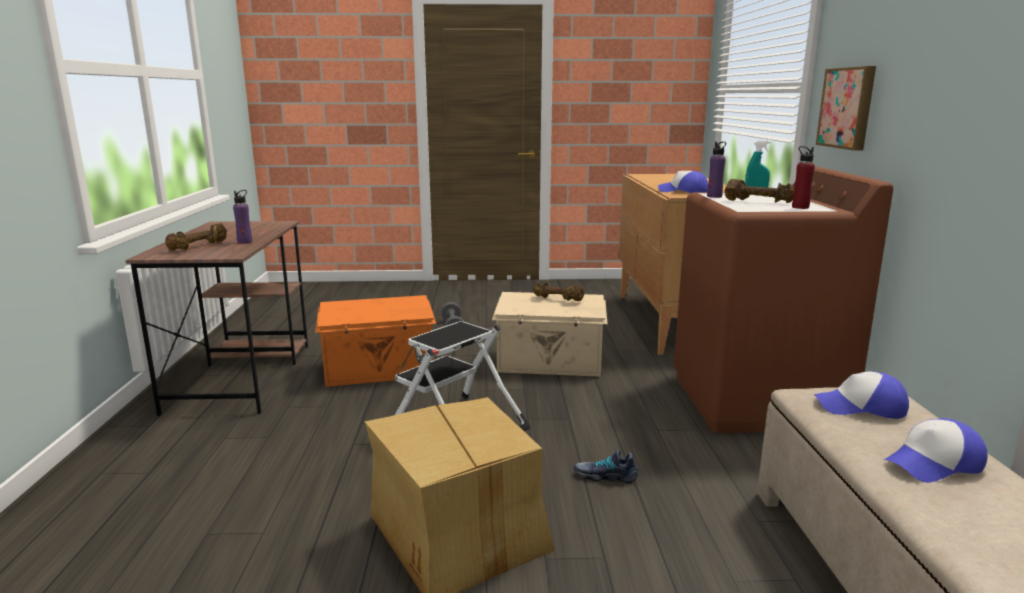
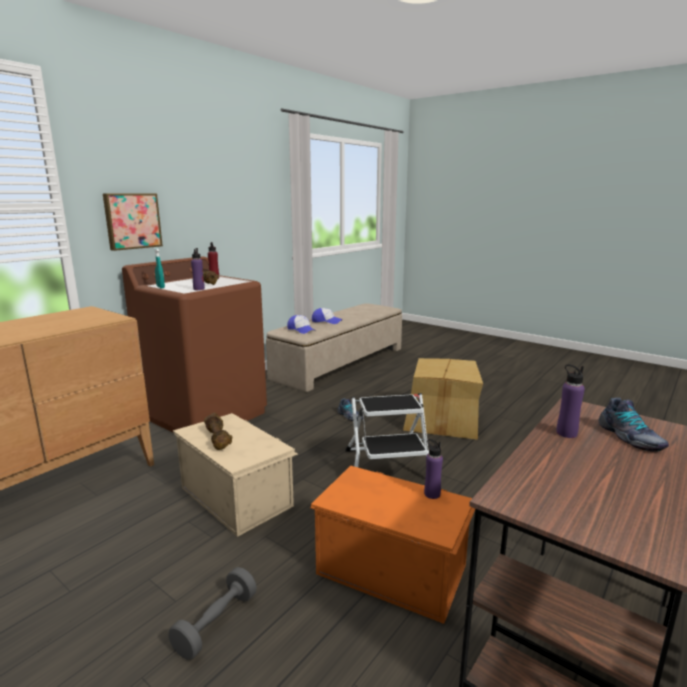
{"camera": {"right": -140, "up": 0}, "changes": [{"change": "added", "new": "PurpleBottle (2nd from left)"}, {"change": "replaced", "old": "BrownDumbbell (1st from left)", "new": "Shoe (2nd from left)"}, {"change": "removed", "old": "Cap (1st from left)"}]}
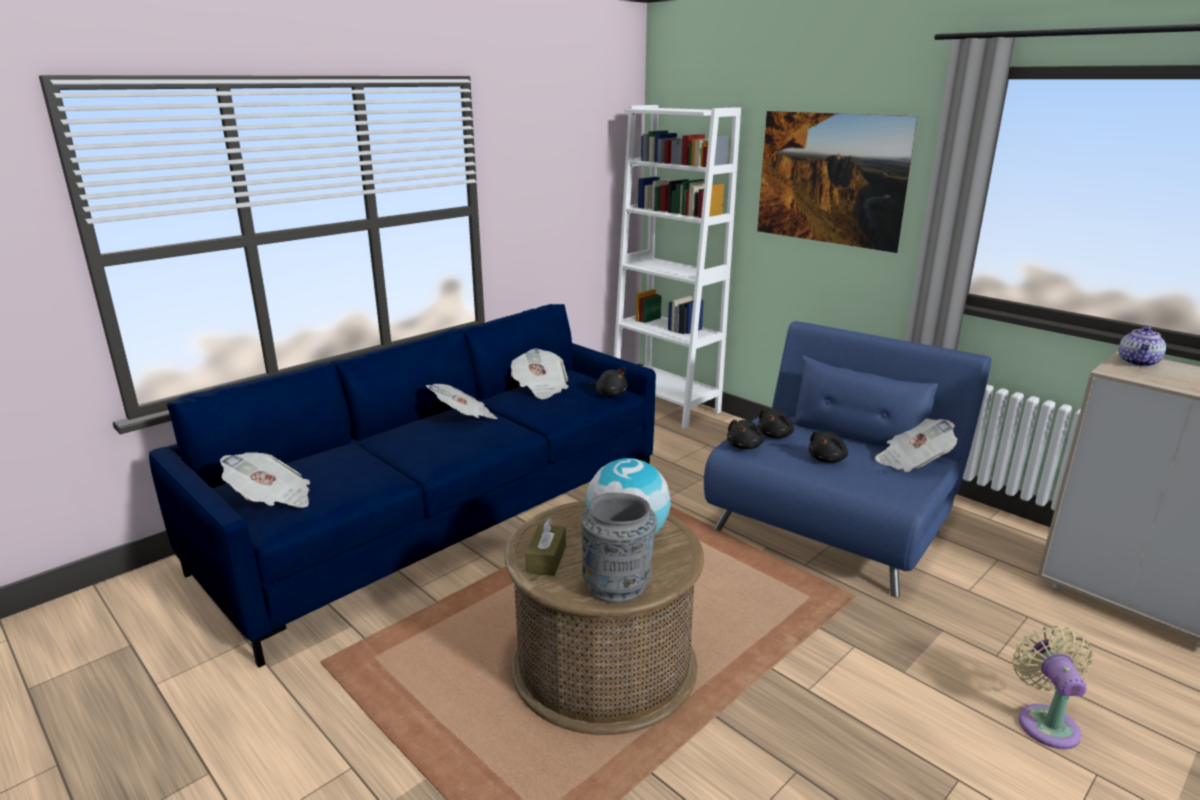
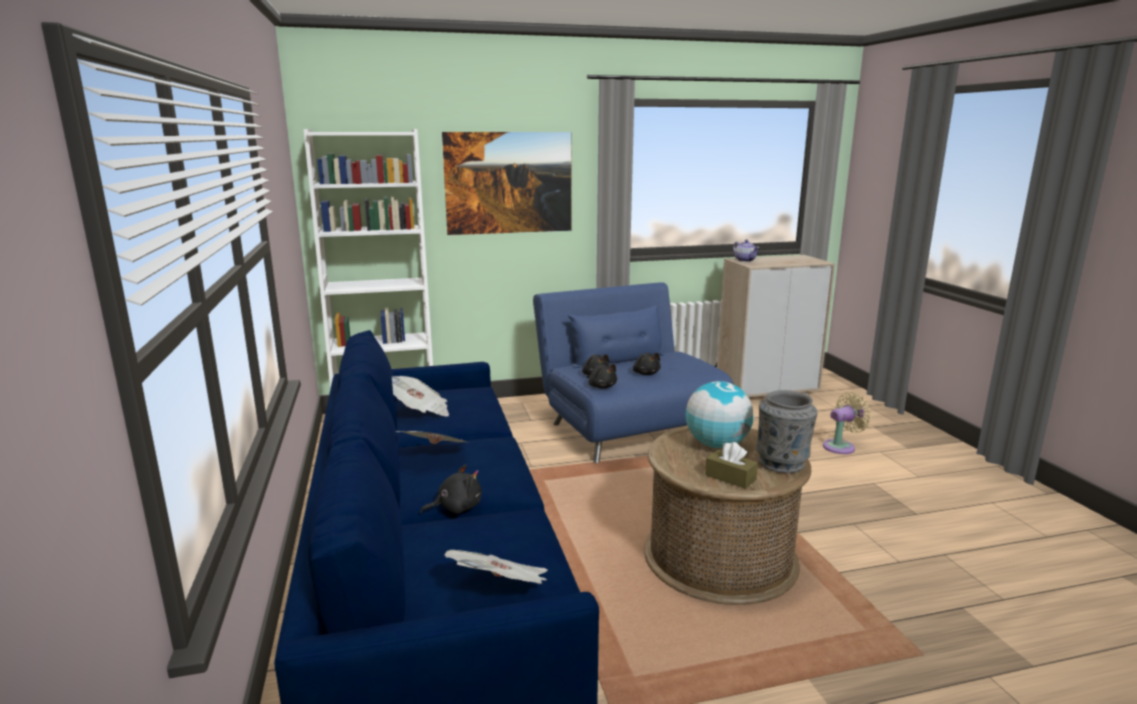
{"camera": {"right": -60, "up": -5}, "changes": [{"change": "moved", "old": "BlackPlushToy (1st from left)"}, {"change": "turned", "old": "BeigeFan", "degrees": 120}, {"change": "removed", "old": "Newspaper (4th from left)"}]}
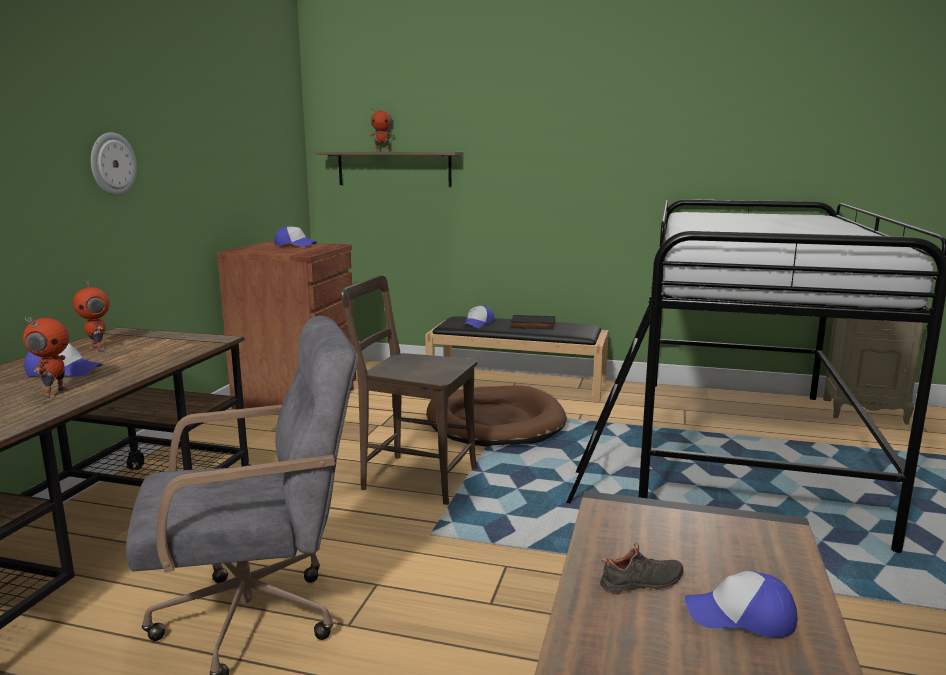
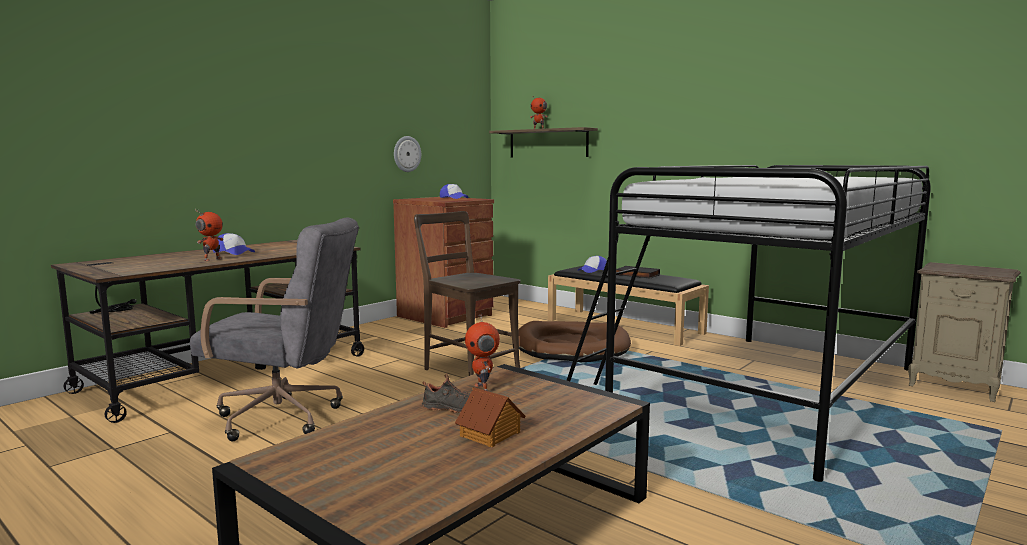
{"camera": {"right": 25, "up": -5}, "changes": [{"change": "moved", "old": "WallClock"}, {"change": "replaced", "old": "Cap (4th from left)", "new": "ToyHouse"}, {"change": "moved", "old": "ToyRobot (2nd from left)"}]}
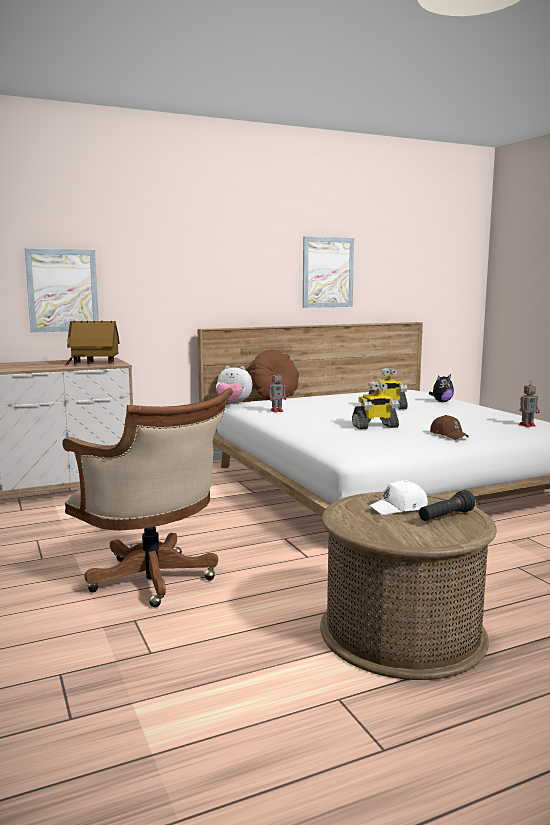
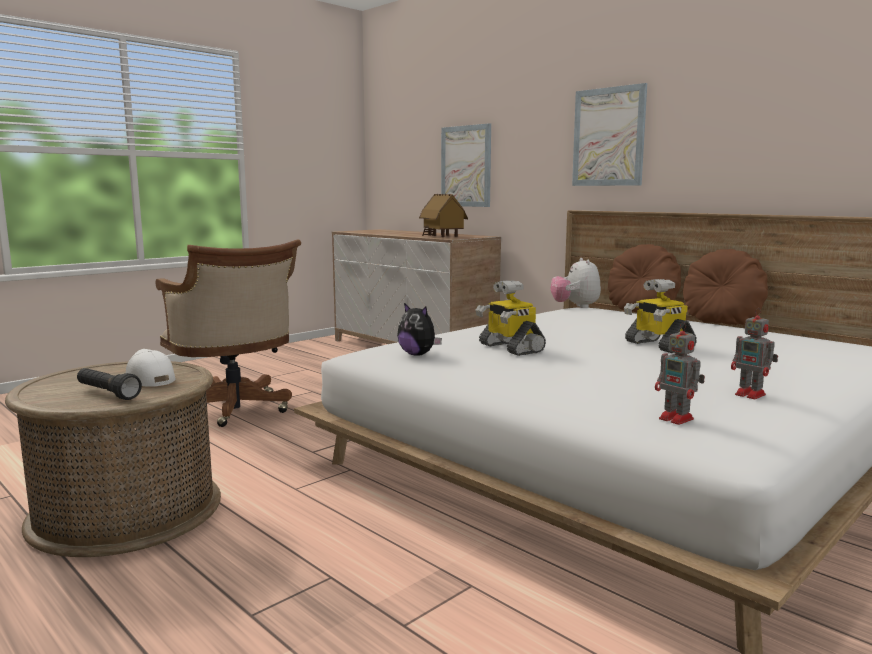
{"camera": {"right": 70, "up": 0}, "changes": [{"change": "turned", "old": "OfficeChair", "degrees": -60}, {"change": "moved", "old": "PlushToy (2nd from left in the first image)", "new": "PlushToy (1st from left)"}, {"change": "moved", "old": "Picture (2nd from left)"}, {"change": "added", "new": "BrownPillow (2nd from left)"}, {"change": "moved", "old": "ToyRobot (1st from left in the first image)", "new": "ToyRobot (4th from left)"}, {"change": "removed", "old": "BrownCap"}]}
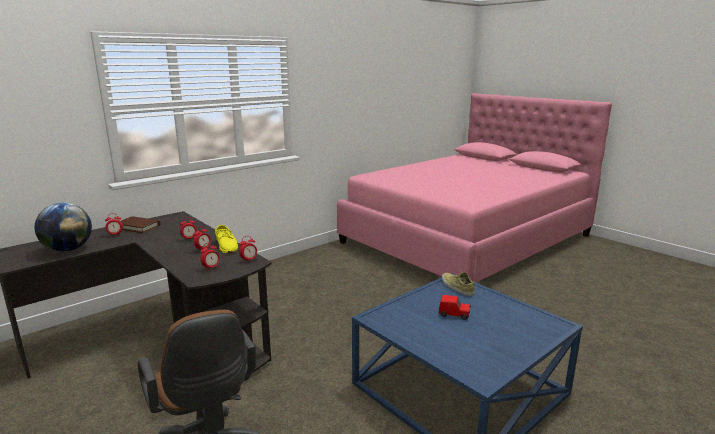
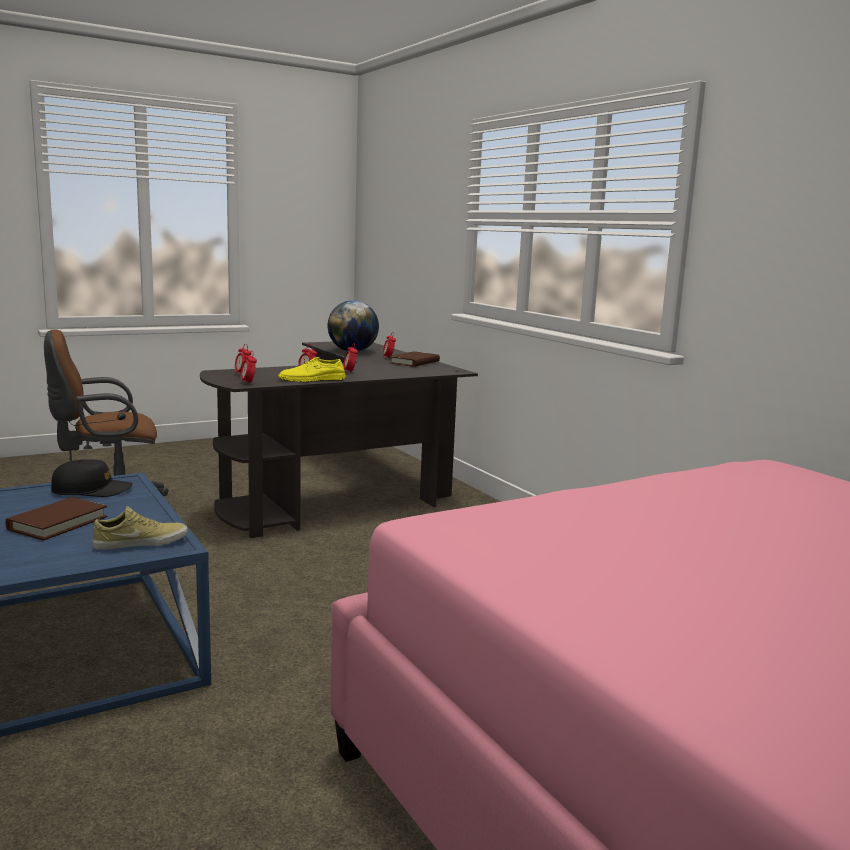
{"camera": {"right": 100, "up": -5}, "changes": [{"change": "replaced", "old": "RedToyCar", "new": "BrownBook (1st from left)"}, {"change": "added", "new": "BlackCap"}]}
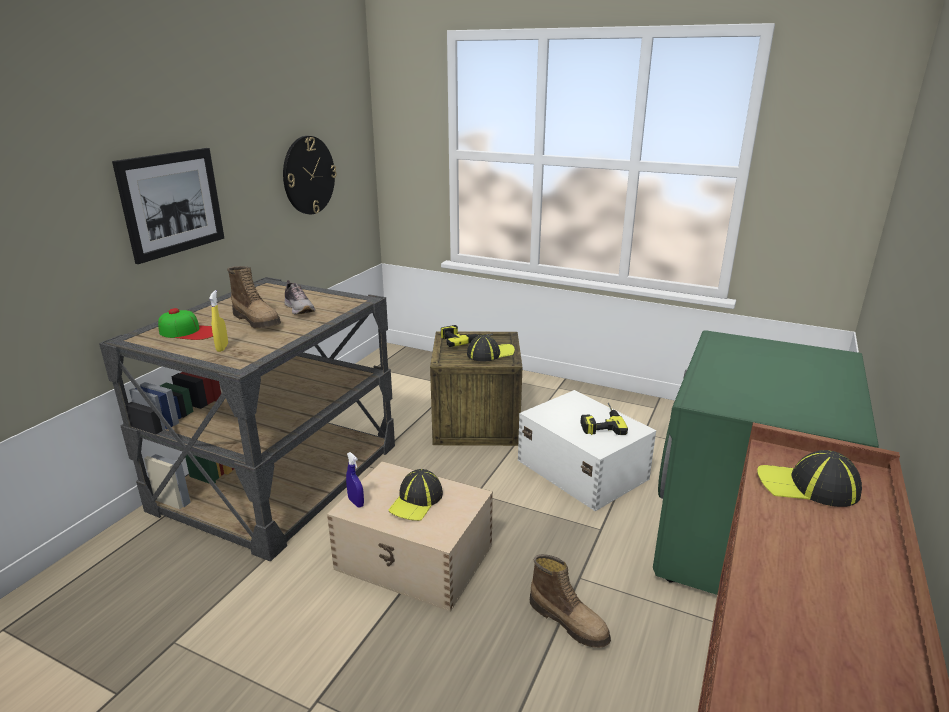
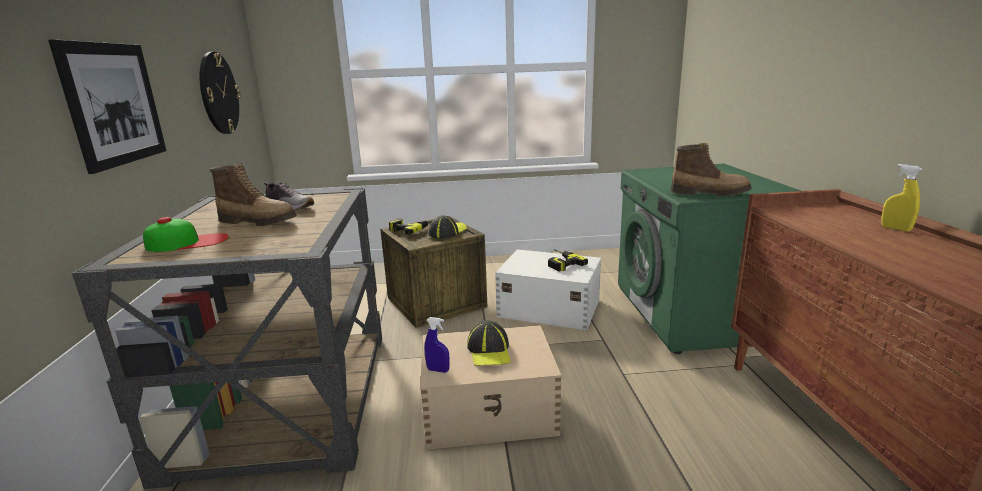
{"camera": {"right": -30, "up": -5}, "changes": [{"change": "moved", "old": "Boot (2nd from left)"}, {"change": "moved", "old": "YellowSprayBottle"}, {"change": "removed", "old": "Cap (4th from left)"}]}
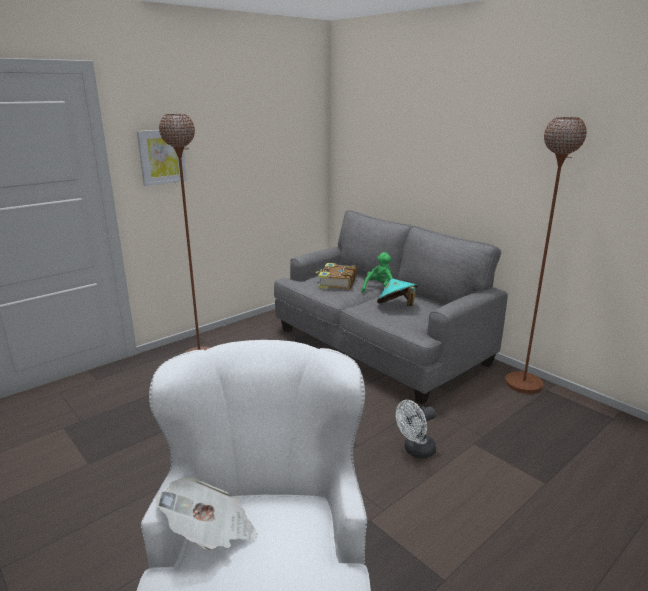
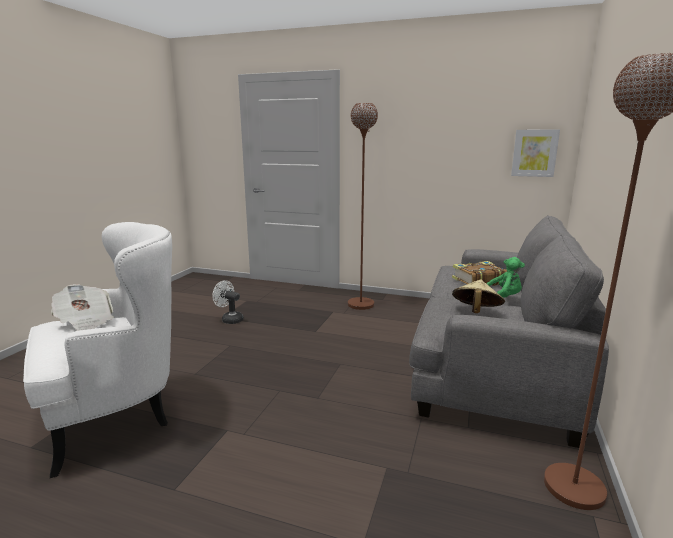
{"camera": {"right": 60, "up": -5}, "changes": [{"change": "moved", "old": "WhiteFan"}, {"change": "recoloured", "old": "TurquoiseHat", "new": "BeigeHat"}, {"change": "moved", "old": "Picture"}]}
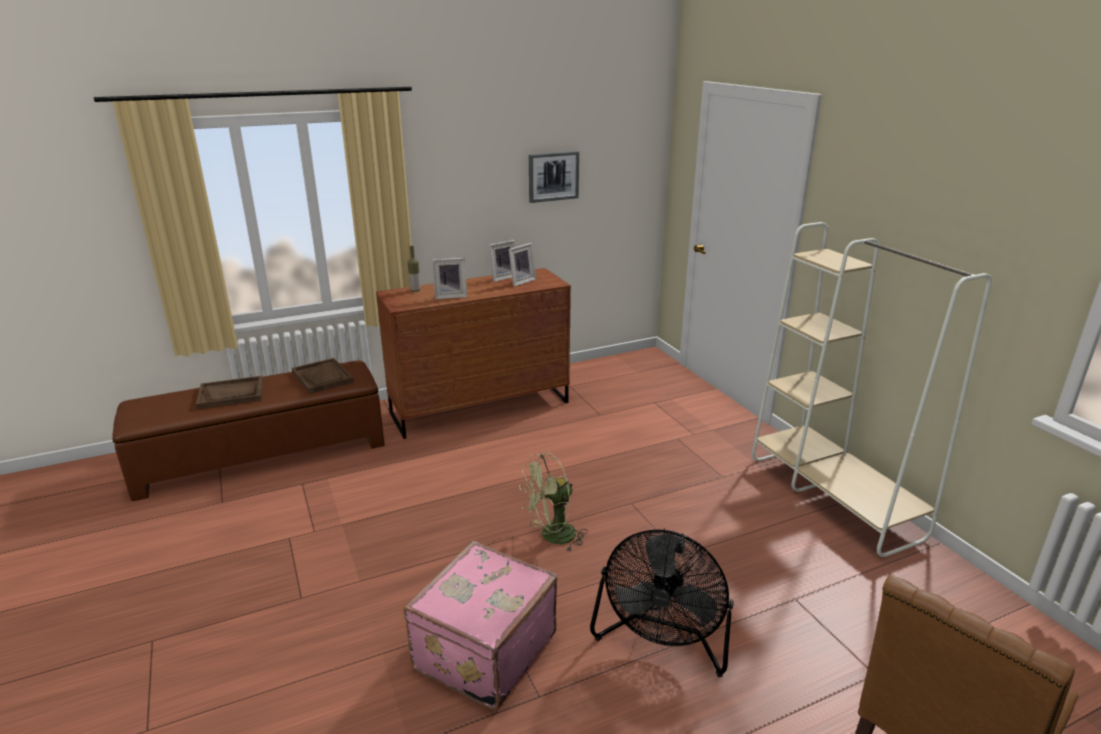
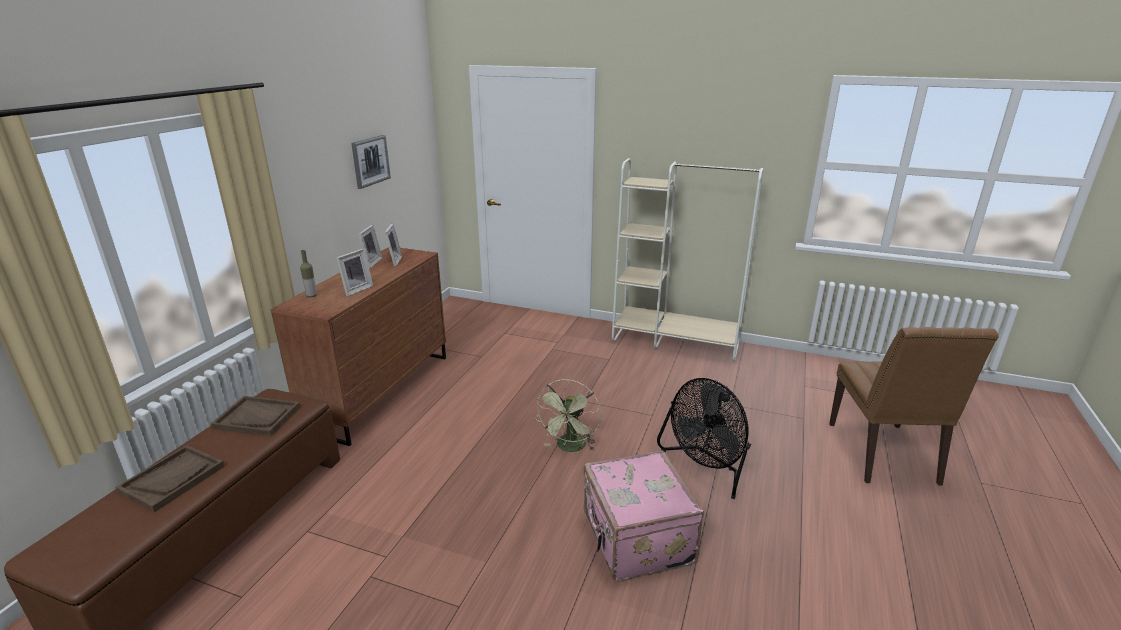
{"camera": {"right": -45, "up": 0}, "changes": [{"change": "turned", "old": "BlackFan", "degrees": 75}]}
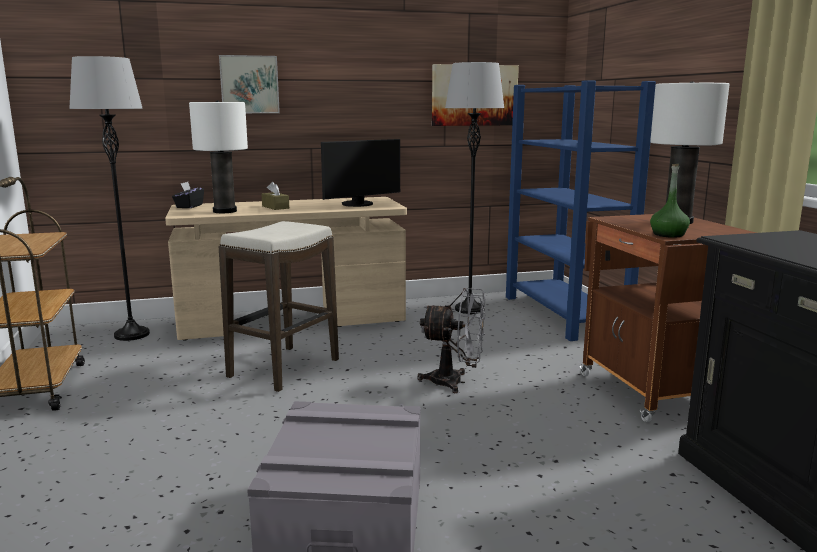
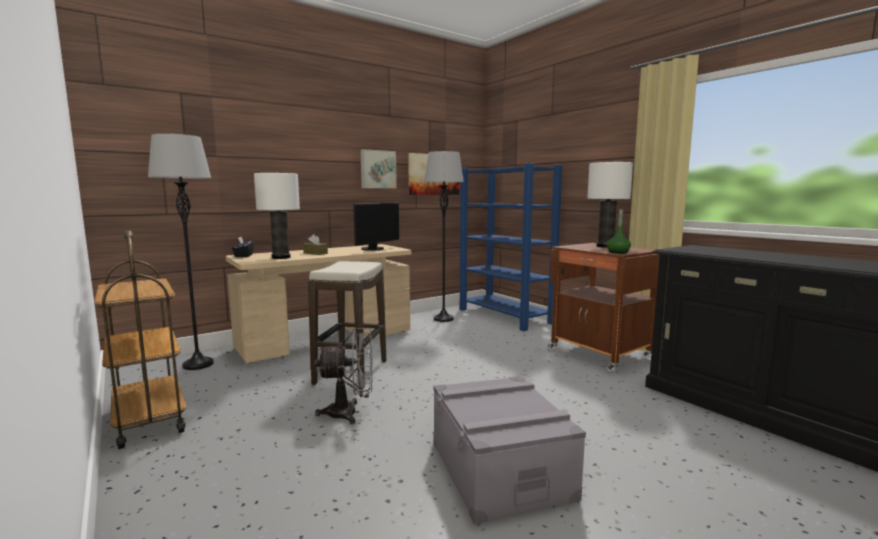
{"camera": {"right": -20, "up": -5}, "changes": [{"change": "moved", "old": "GreyFan"}, {"change": "moved", "old": "Picture (1st from left)"}]}
